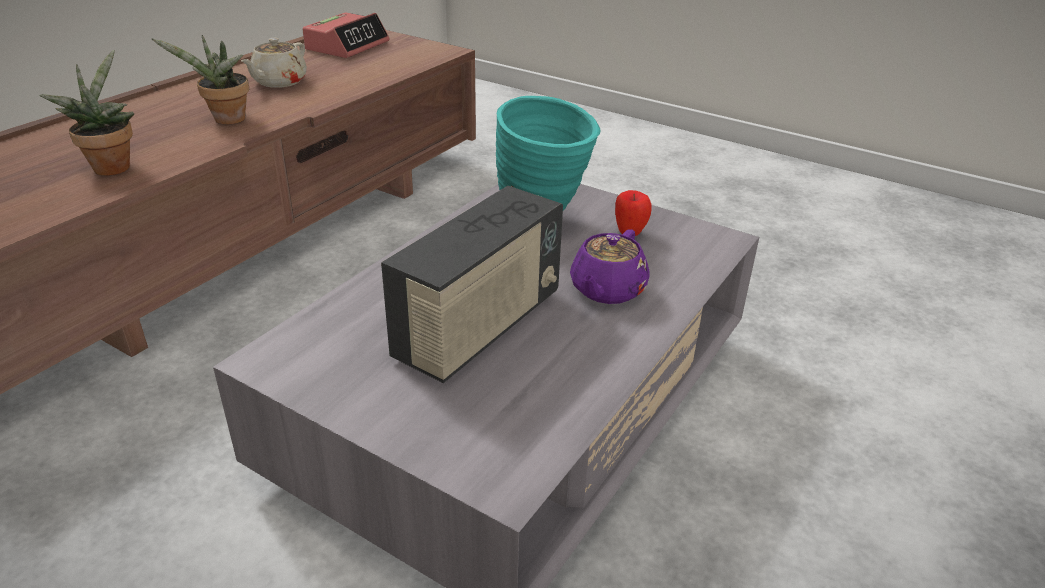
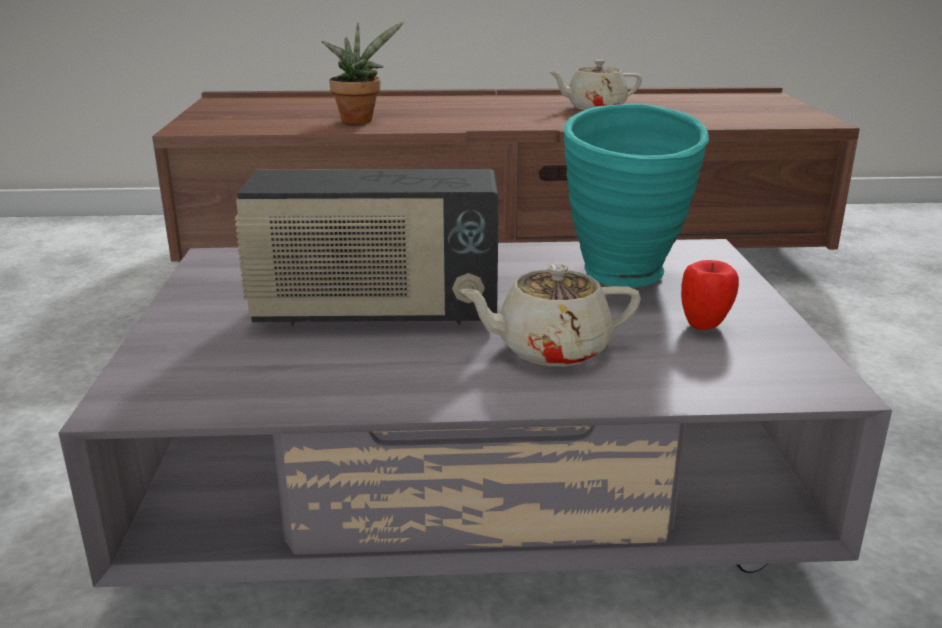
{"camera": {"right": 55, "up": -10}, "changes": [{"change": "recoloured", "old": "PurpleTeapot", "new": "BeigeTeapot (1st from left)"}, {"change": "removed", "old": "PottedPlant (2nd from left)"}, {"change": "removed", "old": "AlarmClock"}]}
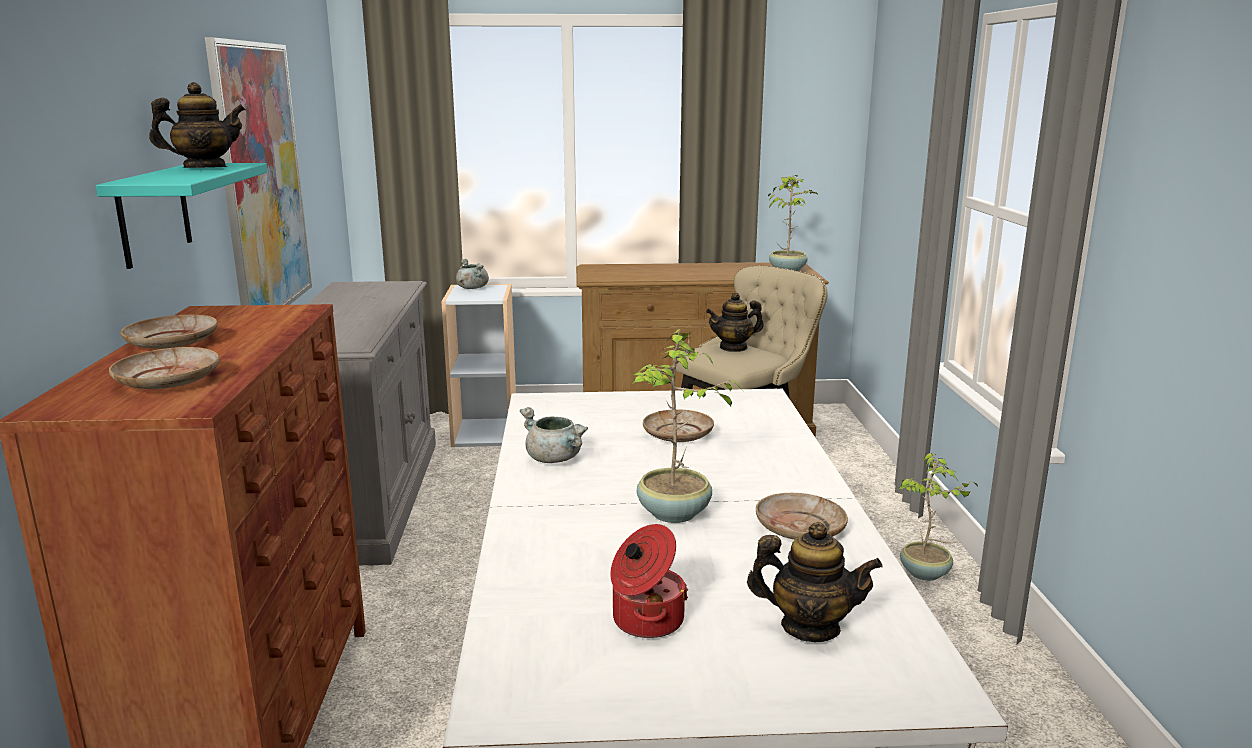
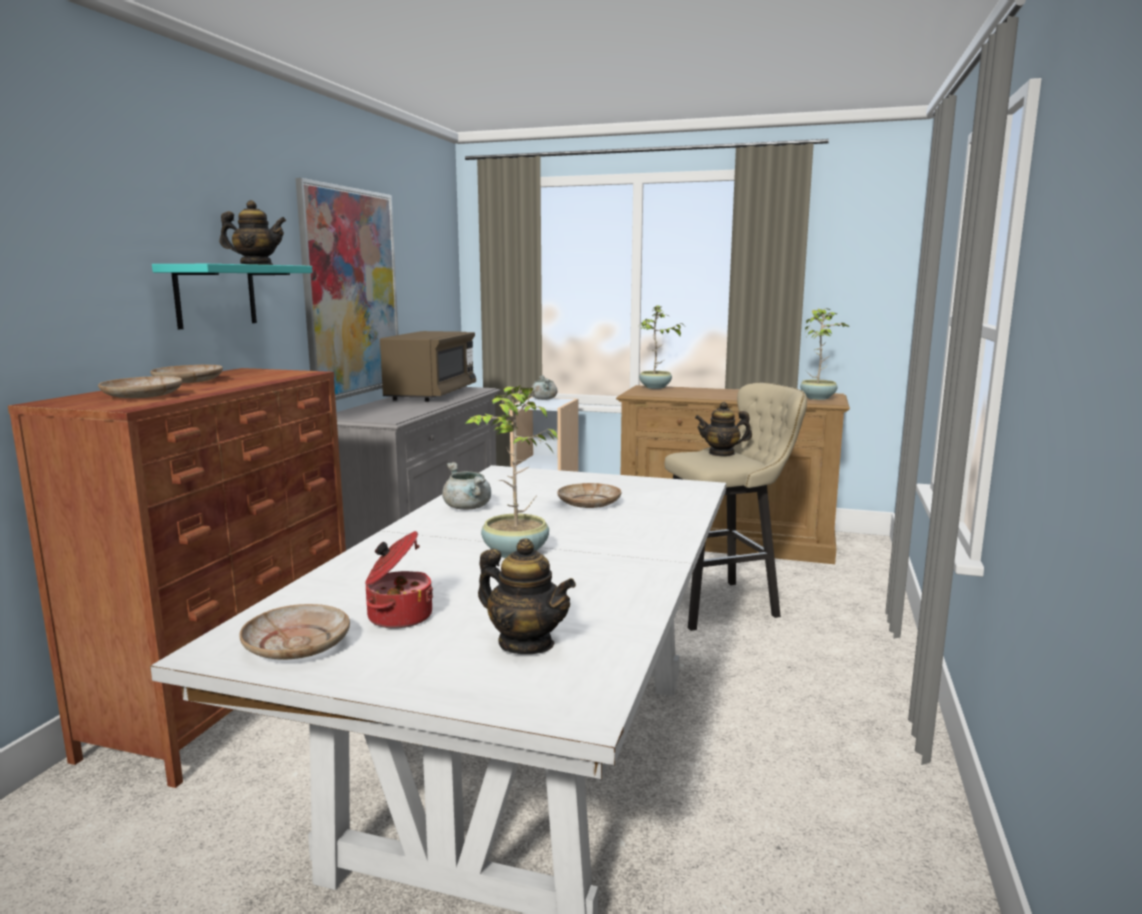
{"camera": {"right": 20, "up": -5}, "changes": [{"change": "moved", "old": "BeigePlate (4th from left in the first image)", "new": "BeigePlate (3rd from left)"}, {"change": "added", "new": "BrownMicrowave"}, {"change": "moved", "old": "PottedPlant (3rd from left in the first image)", "new": "PottedPlant (2nd from left)"}]}
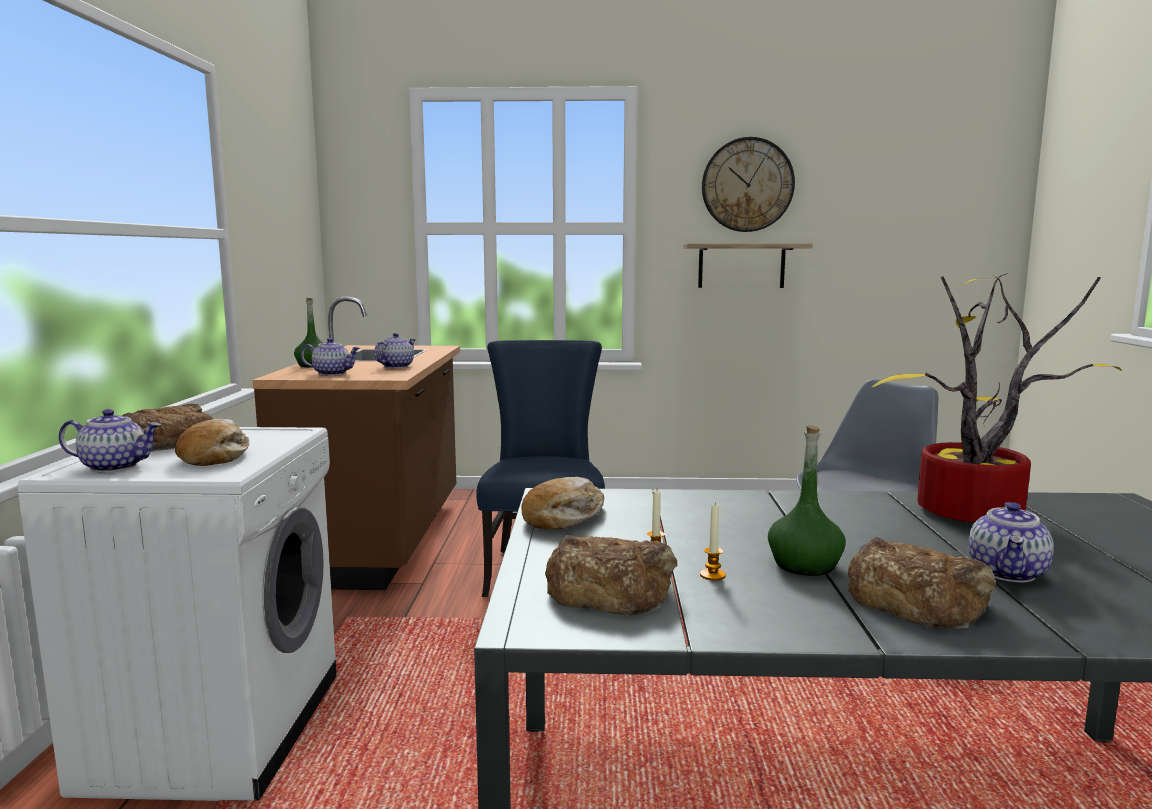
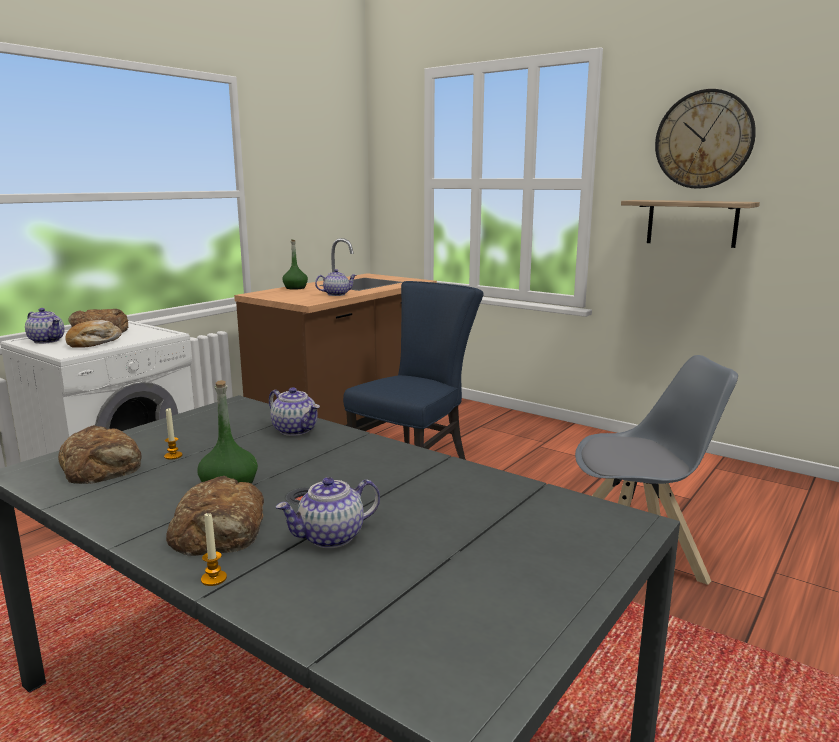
{"camera": {"right": 35, "up": 5}, "changes": [{"change": "moved", "old": "Candle (2nd from left)"}, {"change": "moved", "old": "Teapot (2nd from left)"}, {"change": "removed", "old": "Bread (3rd from left)"}, {"change": "removed", "old": "PottedPlant"}]}
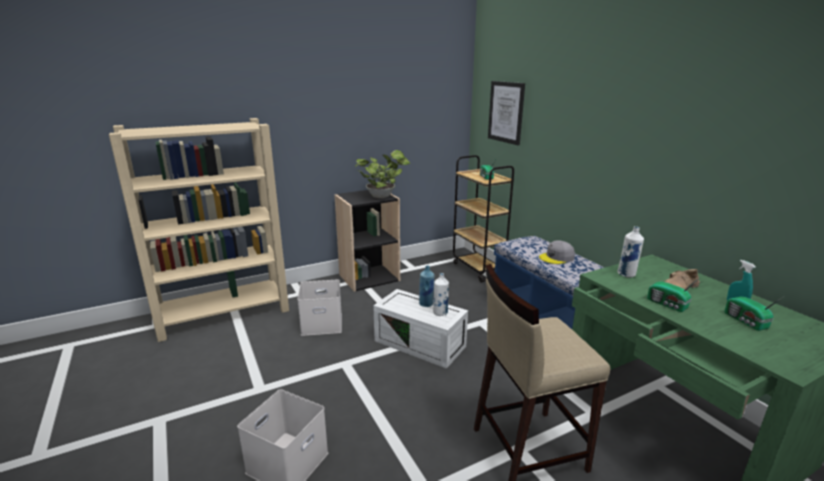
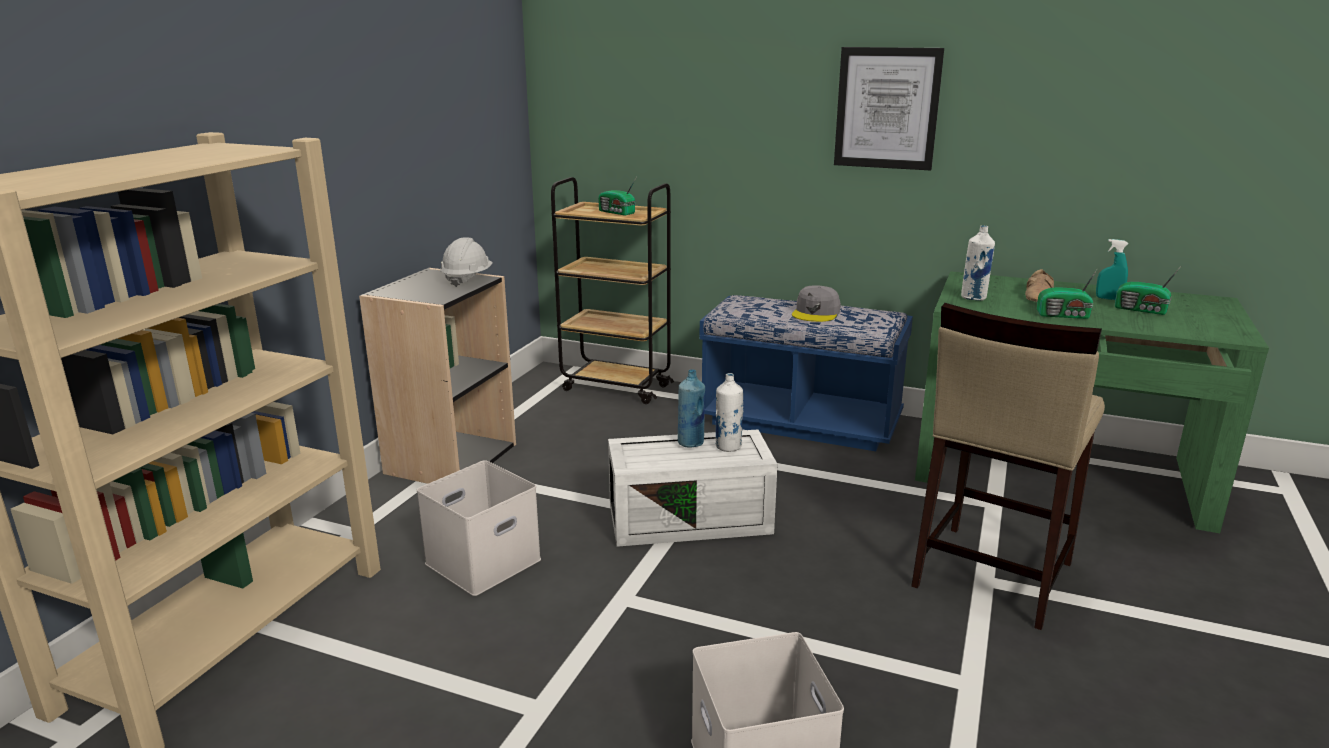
{"camera": {"right": -40, "up": 0}, "changes": [{"change": "replaced", "old": "PottedPlant", "new": "WhiteHardHat"}, {"change": "moved", "old": "Picture"}]}
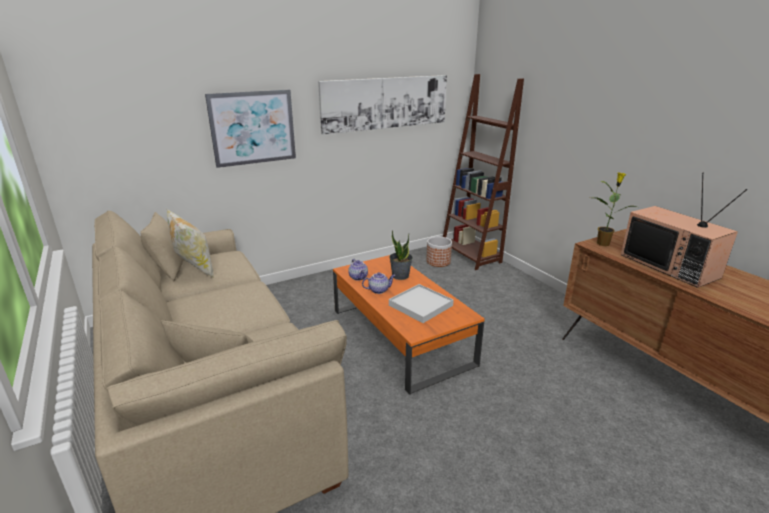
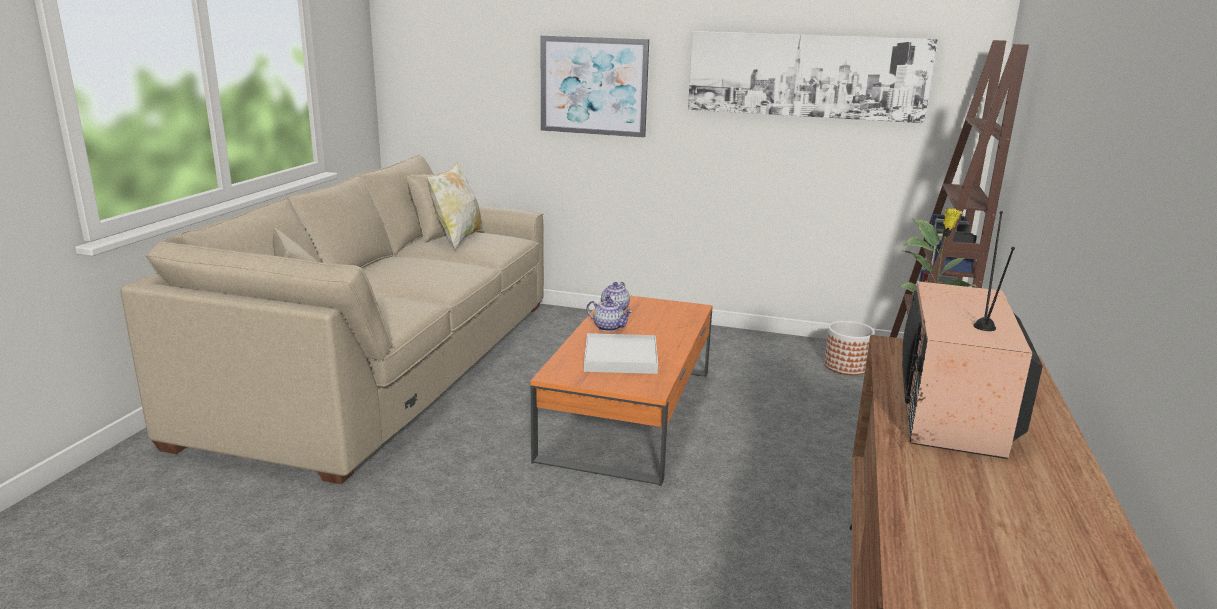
{"camera": {"right": 45, "up": -5}, "changes": [{"change": "removed", "old": "PottedPlant (1st from left)"}]}
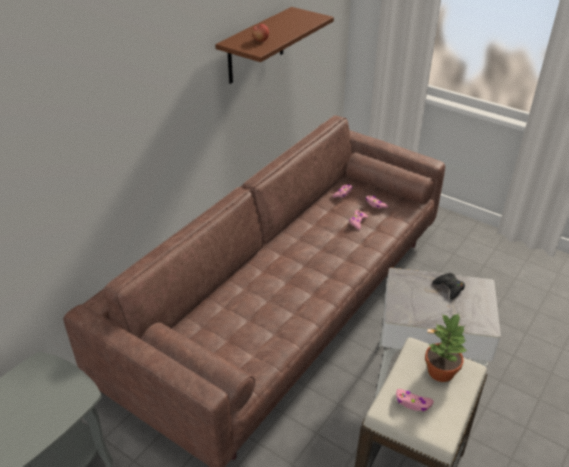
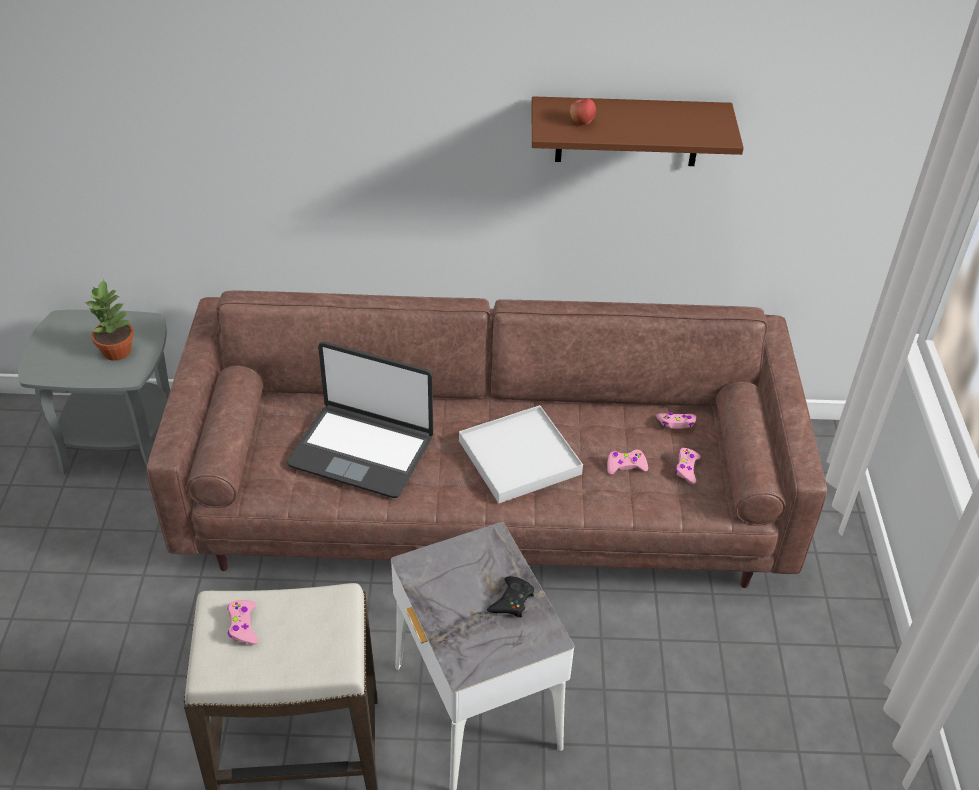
{"camera": {"right": 55, "up": 5}, "changes": [{"change": "moved", "old": "PottedPlant"}, {"change": "added", "new": "Laptop"}, {"change": "added", "new": "WhiteTray"}]}
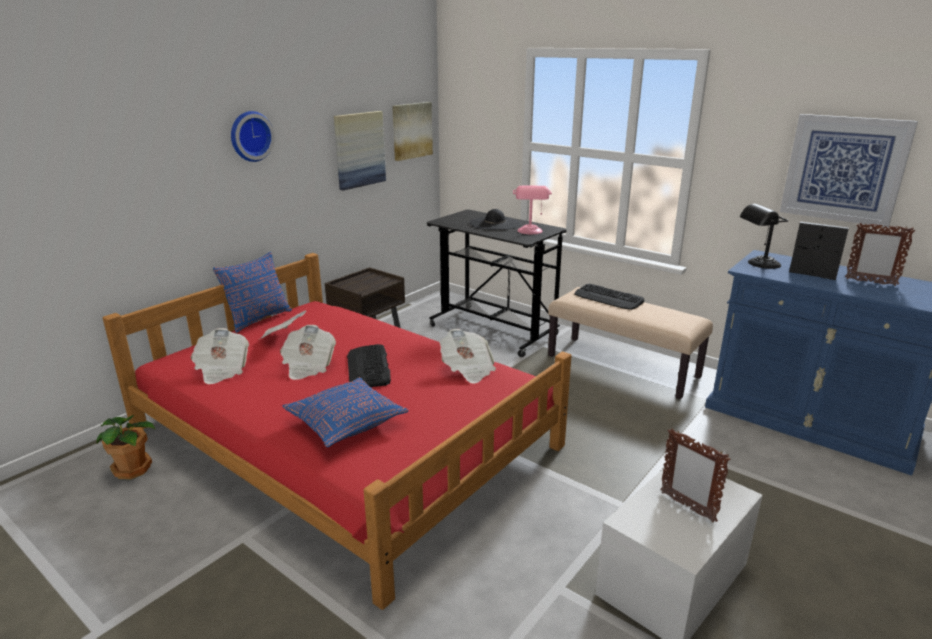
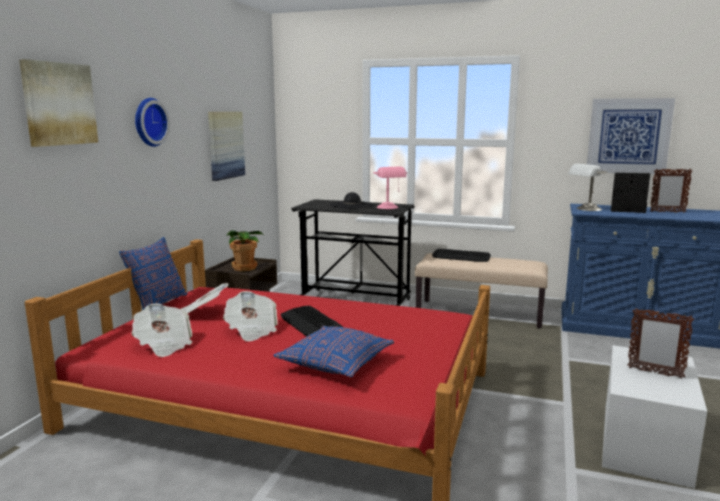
{"camera": {"right": -20, "up": -10}, "changes": [{"change": "moved", "old": "Picture (2nd from left in the first image)", "new": "Picture (1st from left)"}, {"change": "moved", "old": "PottedPlant"}, {"change": "recoloured", "old": "BlackTableLamp", "new": "WhiteTableLamp"}, {"change": "removed", "old": "Newspaper (4th from left)"}]}
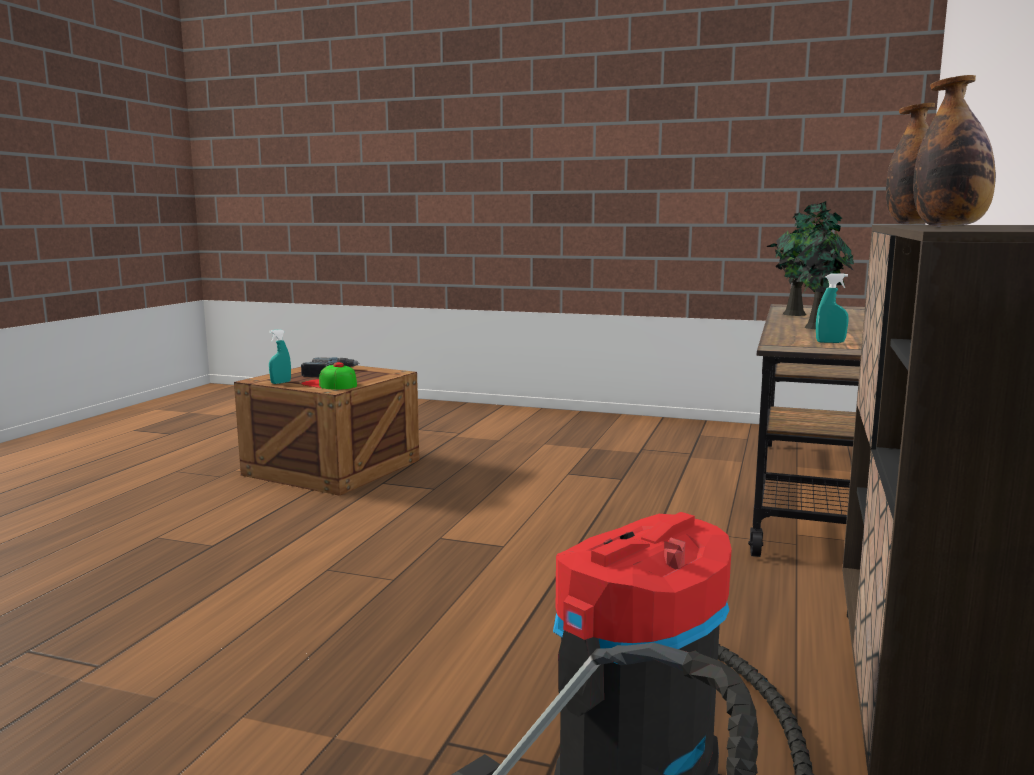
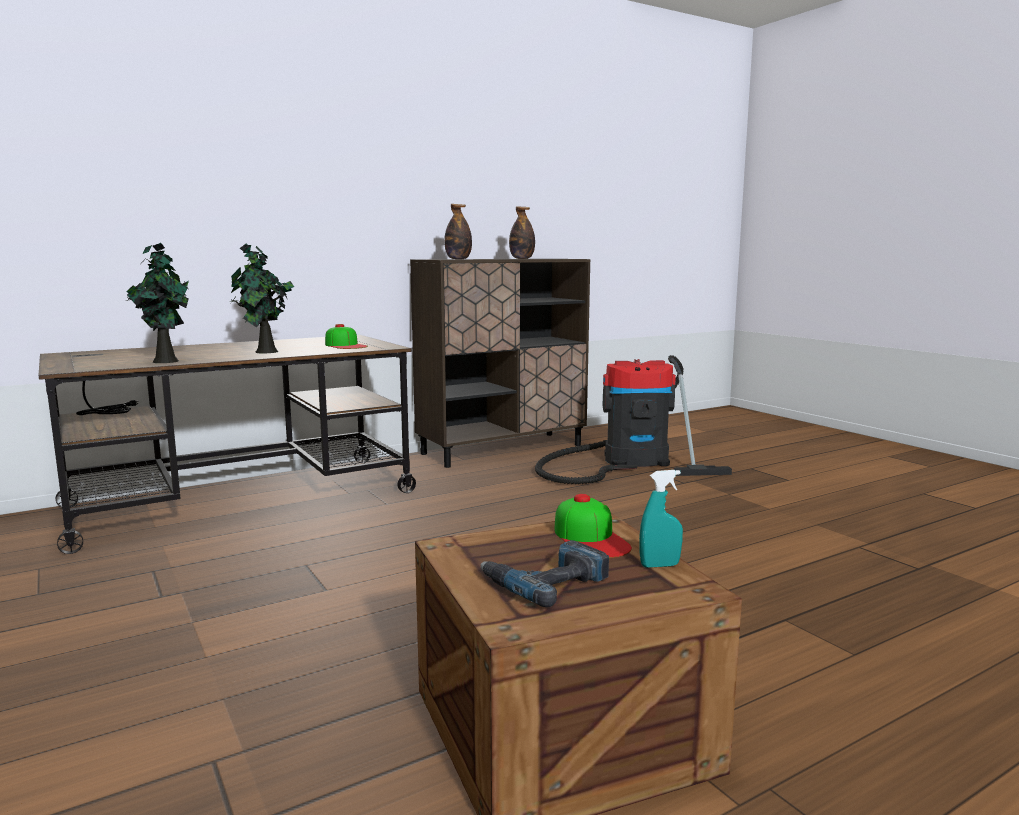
{"camera": {"right": -140, "up": 0}, "changes": [{"change": "replaced", "old": "TurquoiseSprayBottle (2nd from left)", "new": "Cap (1st from left)"}]}
